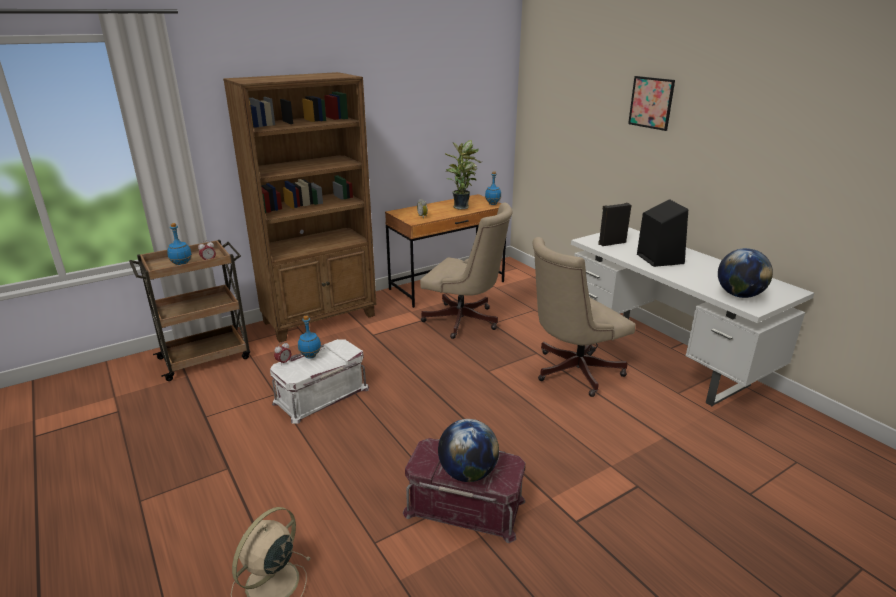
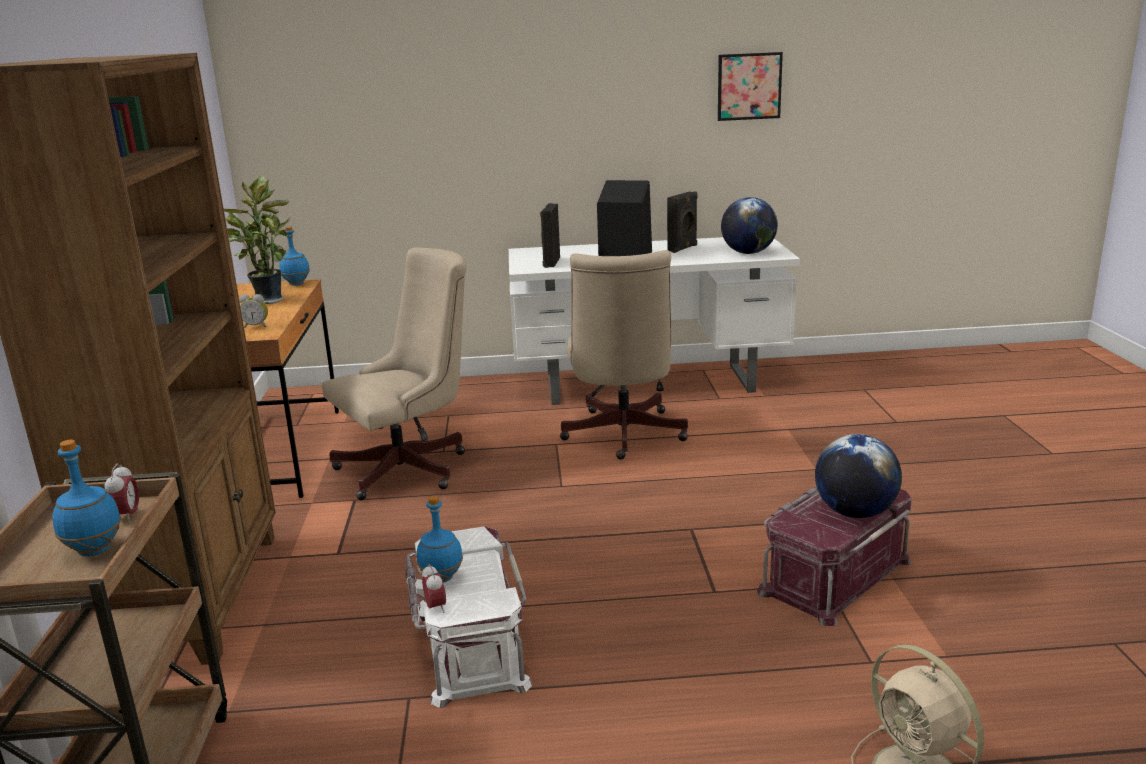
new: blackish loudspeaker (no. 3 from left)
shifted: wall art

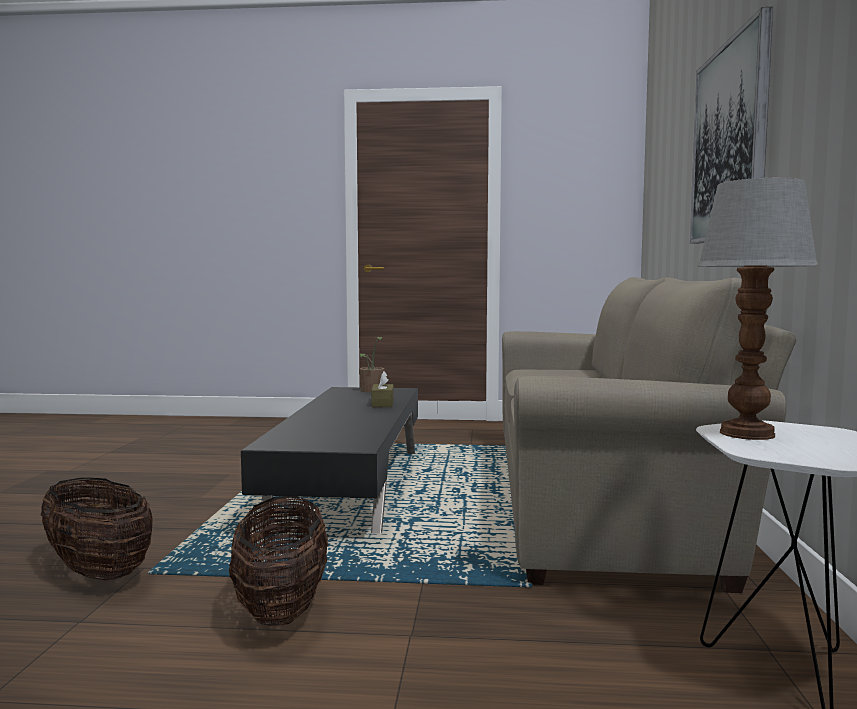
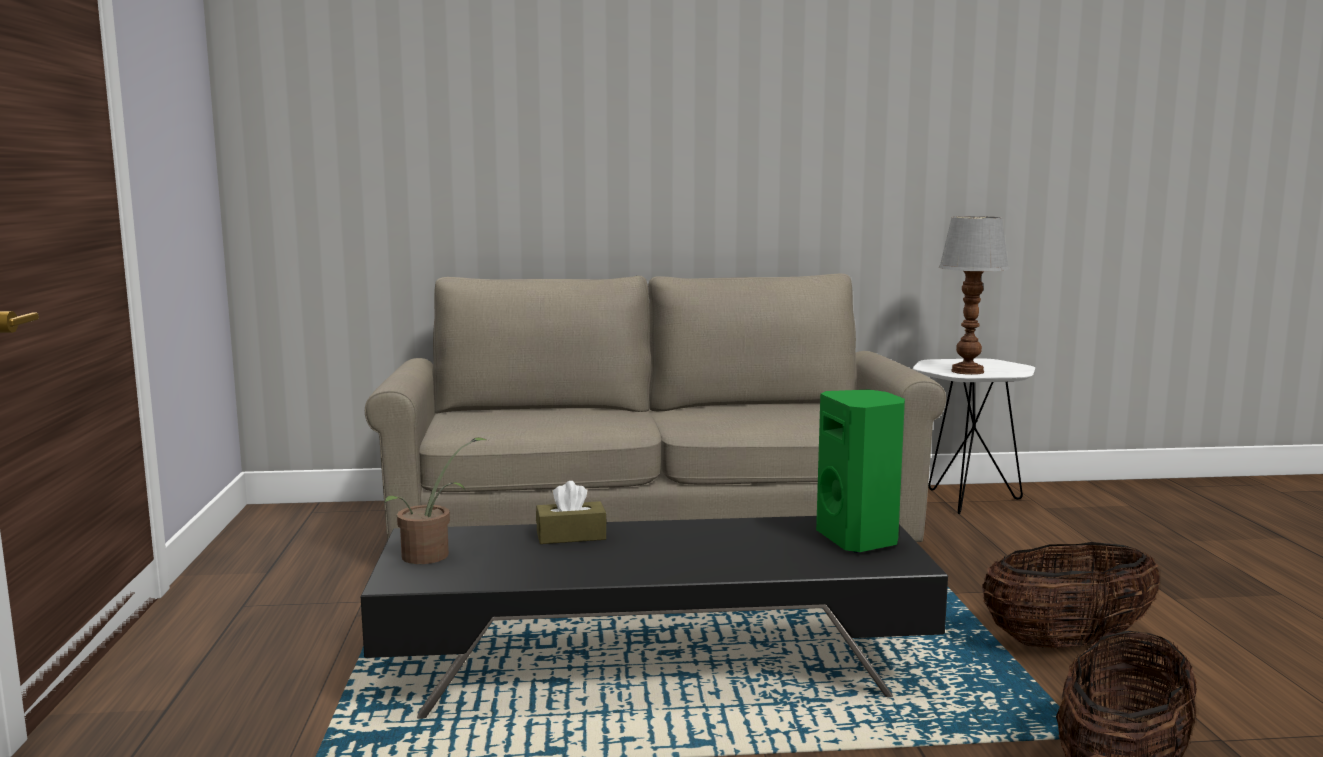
gone: wall art
new: greenish loudspeaker

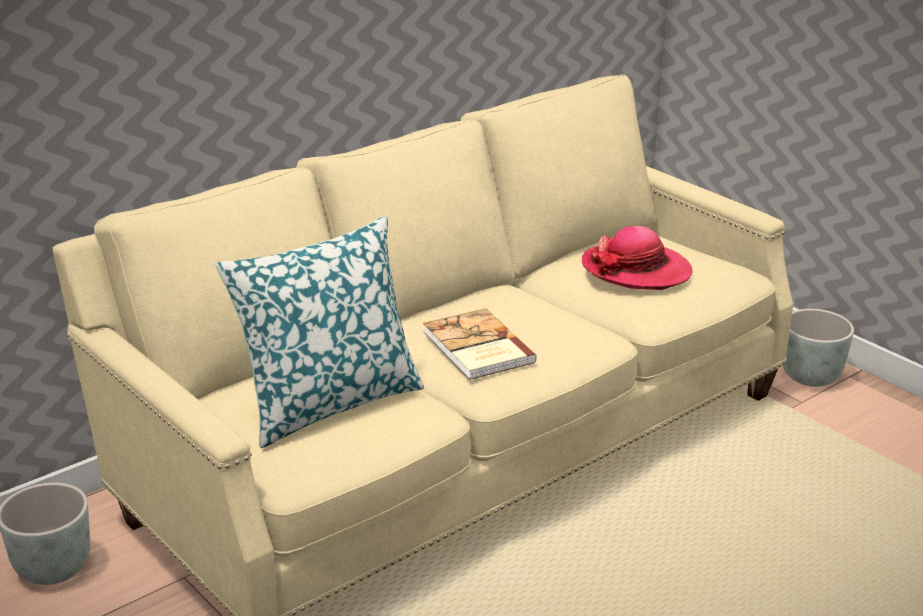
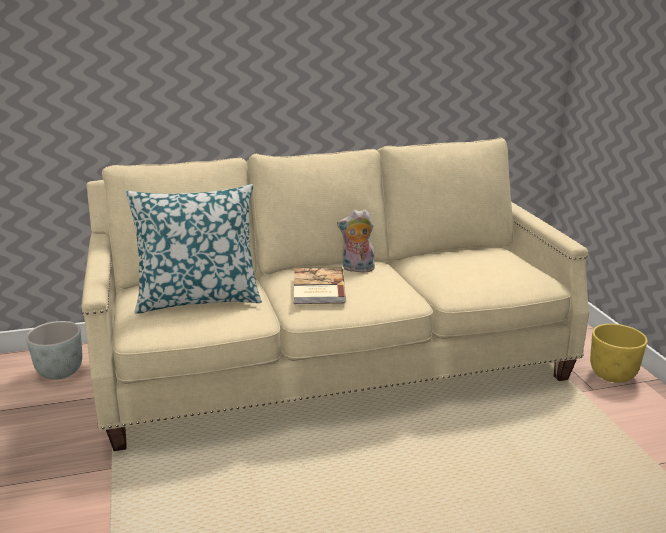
gone: hat
new: cuddly toy
repainted: gray plant pot (no. 2 from left) to yellowish plant pot

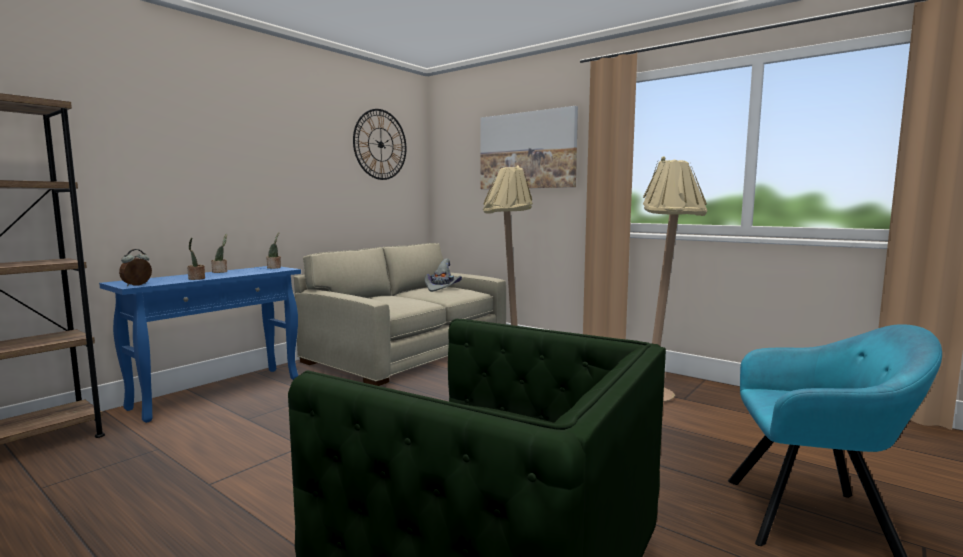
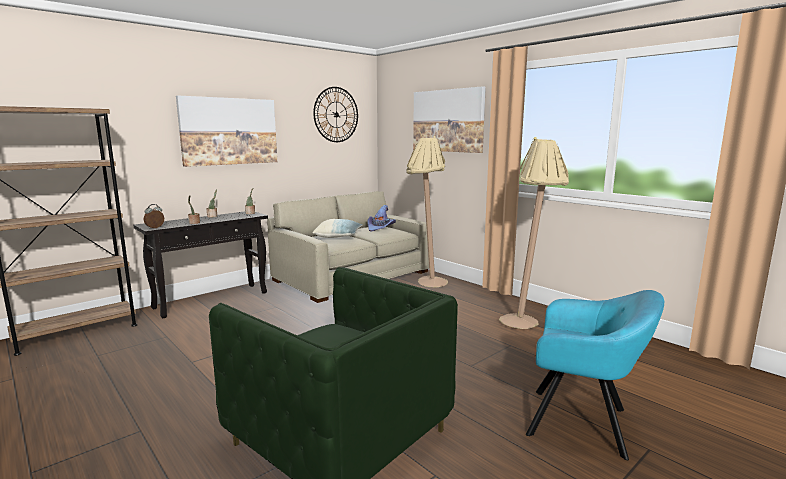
new: wall art (no. 1 from left); throw pillow
repainted: blue-coloured console table to blackish console table; gray hat to purple-coloured hat

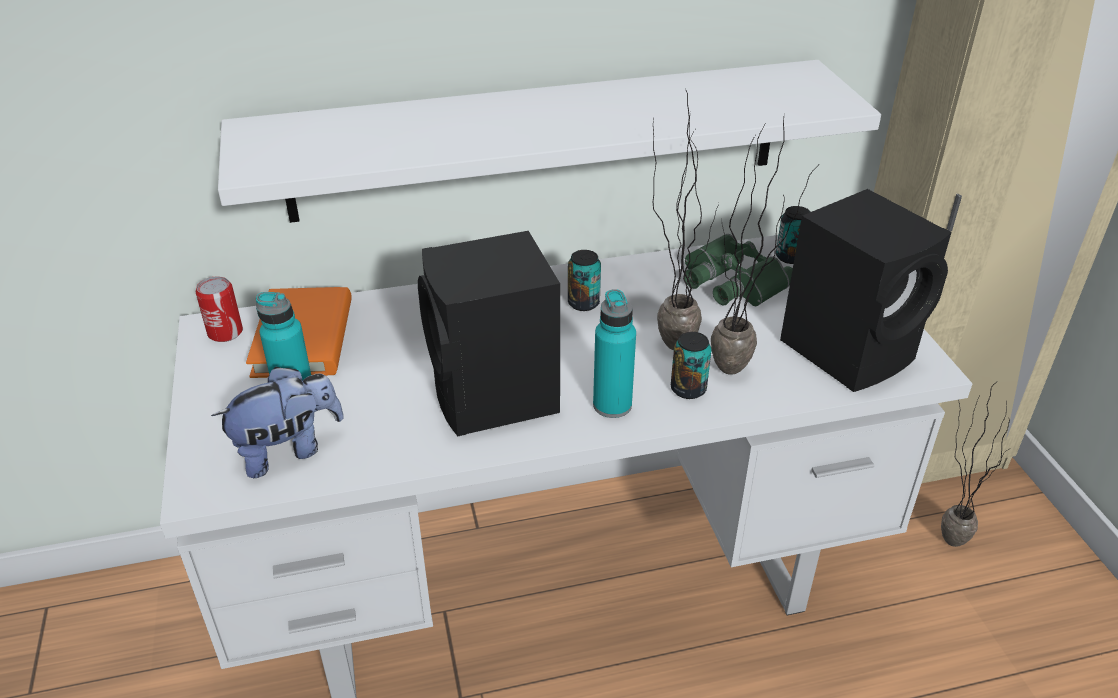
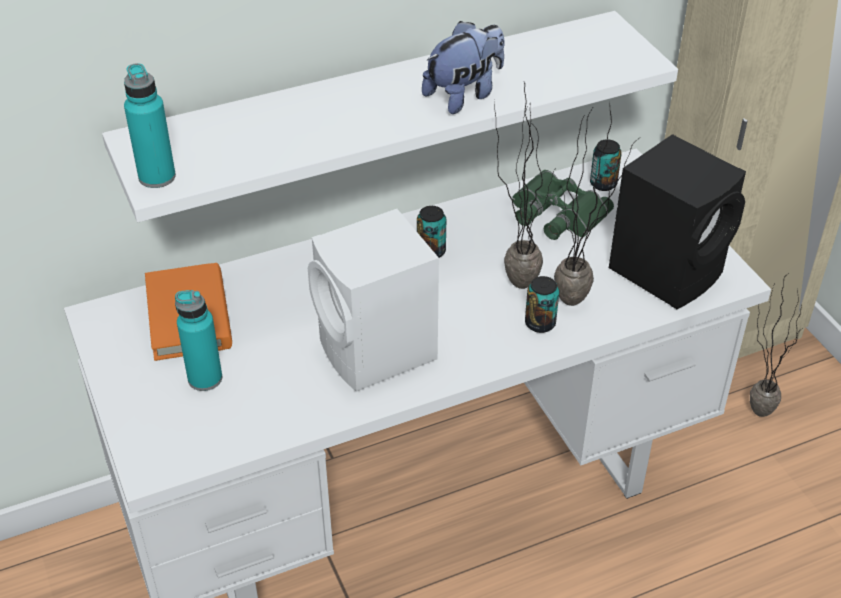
gone: sealed can (no. 1 from left)
shifted: turquoise bottle (no. 2 from left in the first image) to turquoise bottle (no. 1 from left); cuddly toy
repainted: blackish loudspeaker (no. 1 from left) to white-coloured loudspeaker

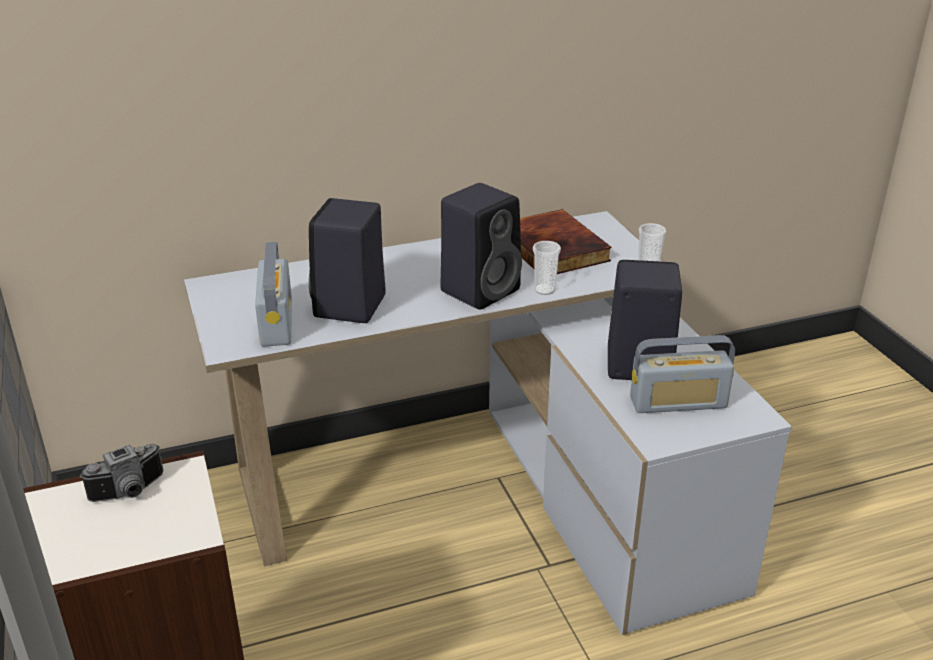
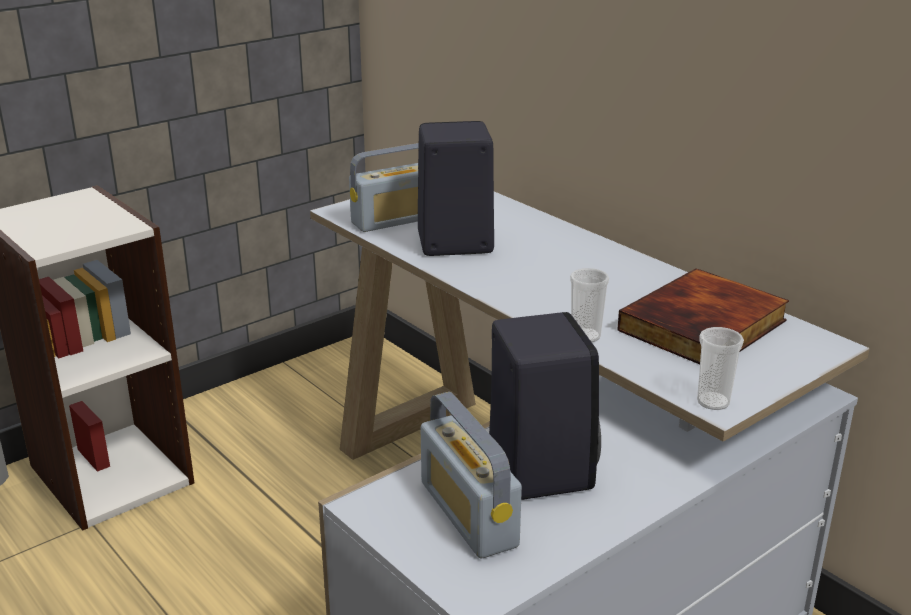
gone: still camera; blackish loudspeaker (no. 2 from left)

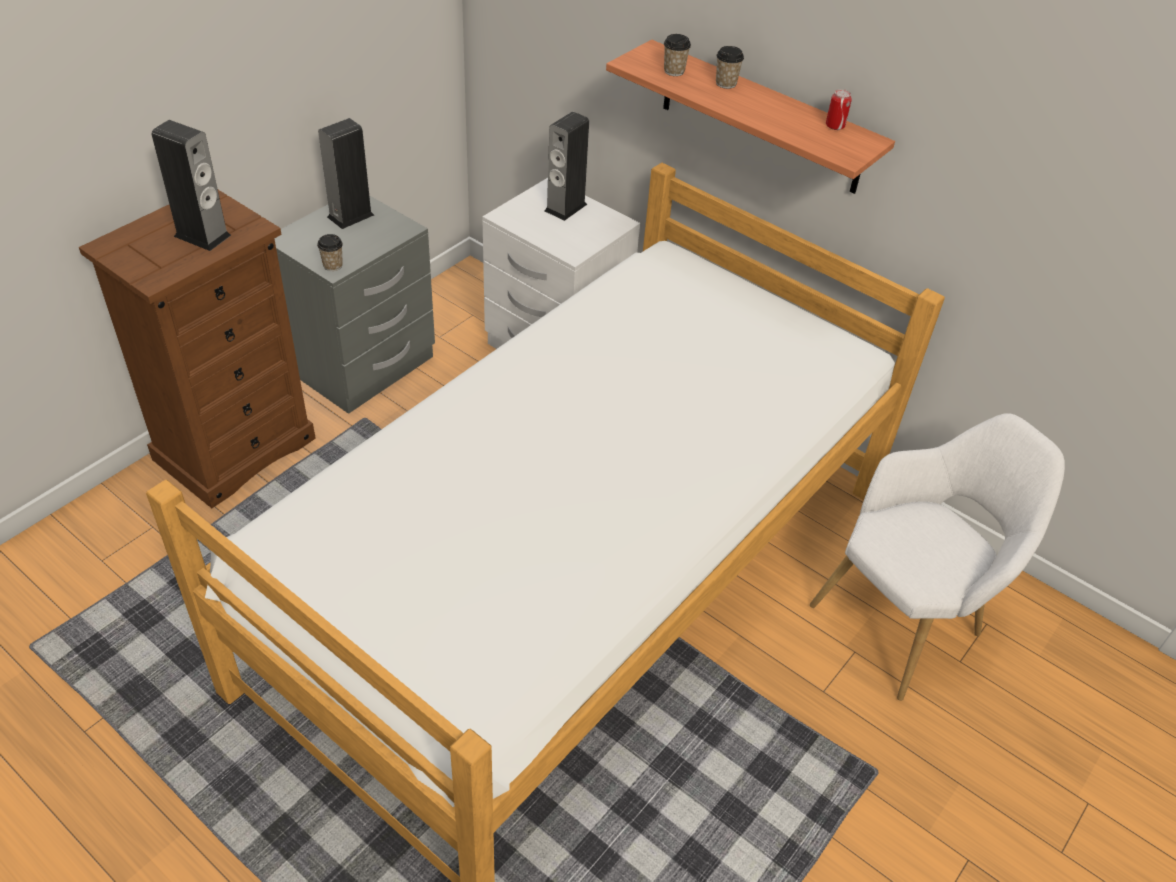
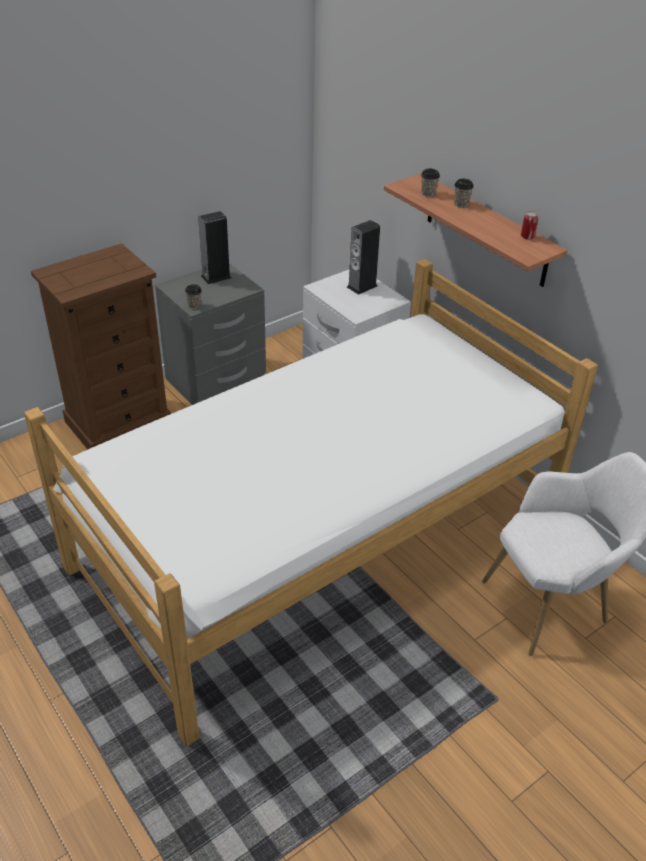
gone: loudspeaker (no. 1 from left)

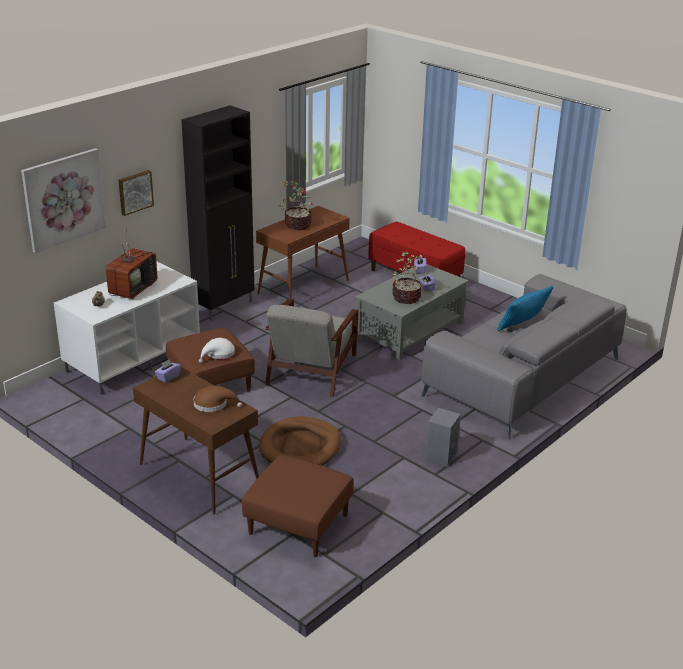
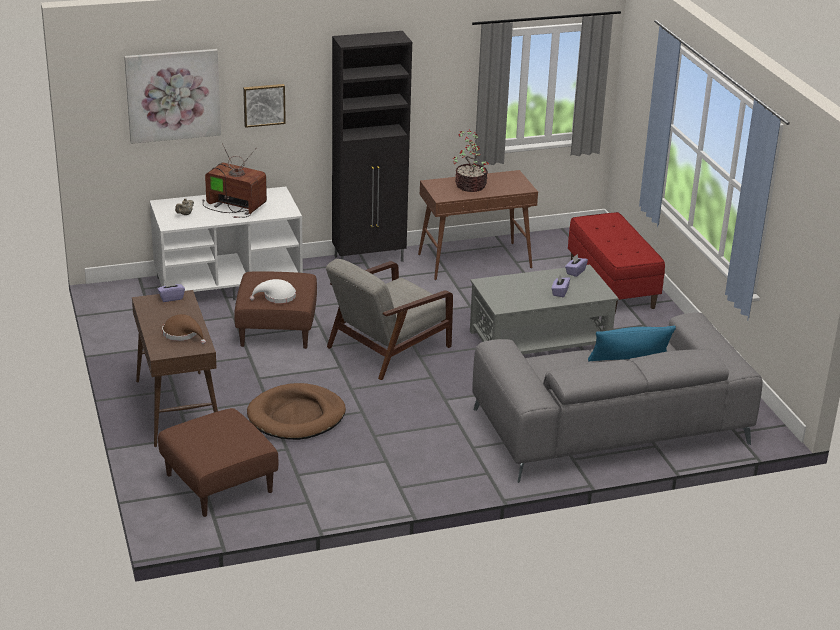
gone: potted plant (no. 2 from left); gray loudspeaker
rotated: television 120 degrees counterclockwise

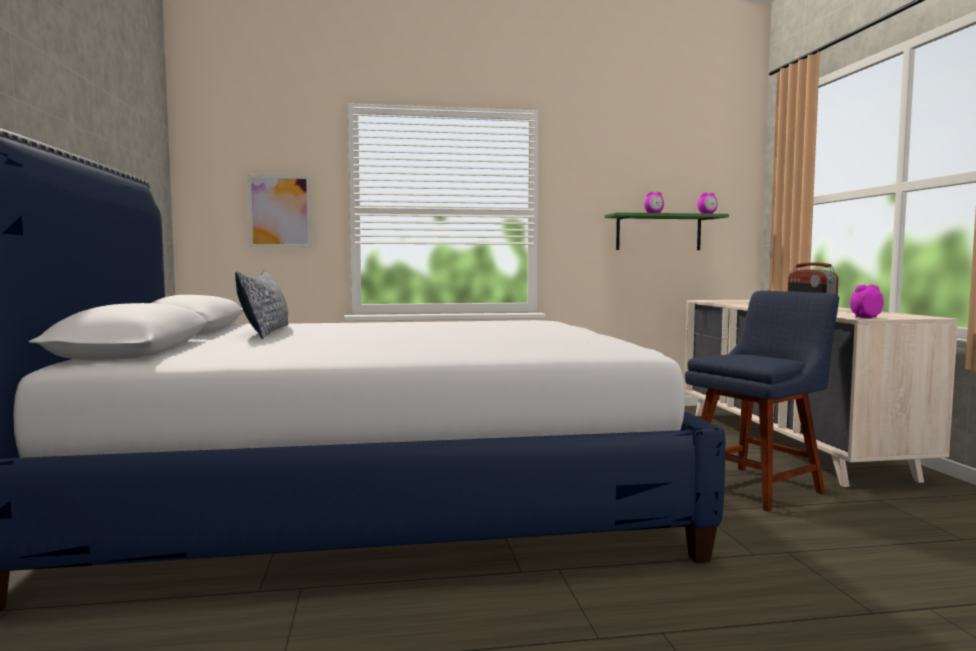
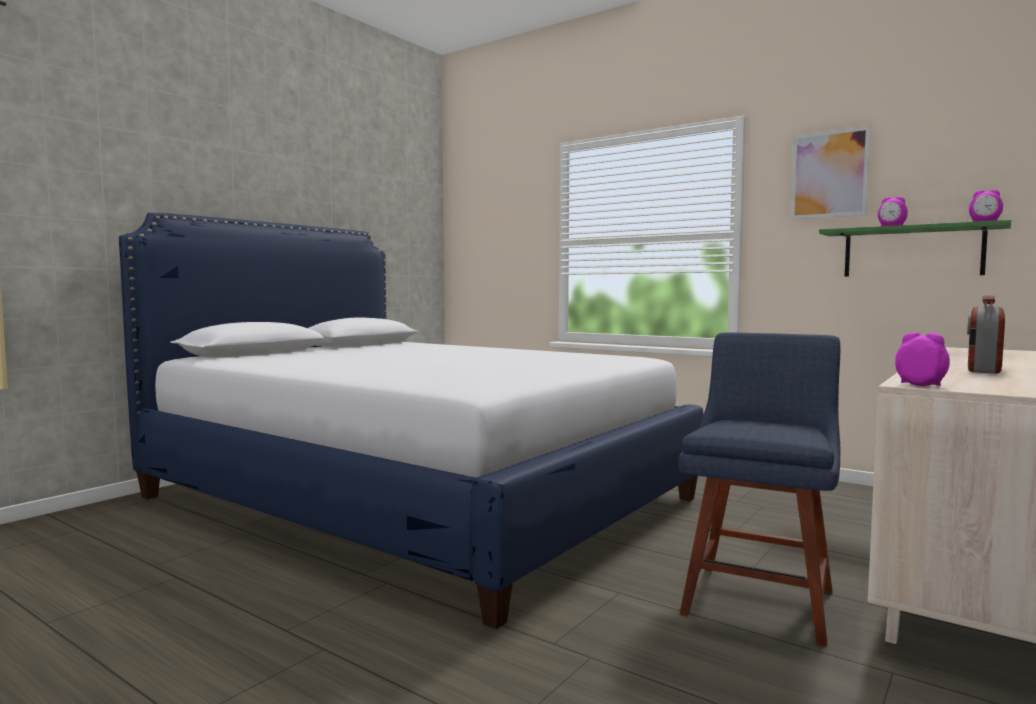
gone: throw pillow
shifted: wall art
rotated: blue-coloured upright chair 75 degrees counterclockwise

